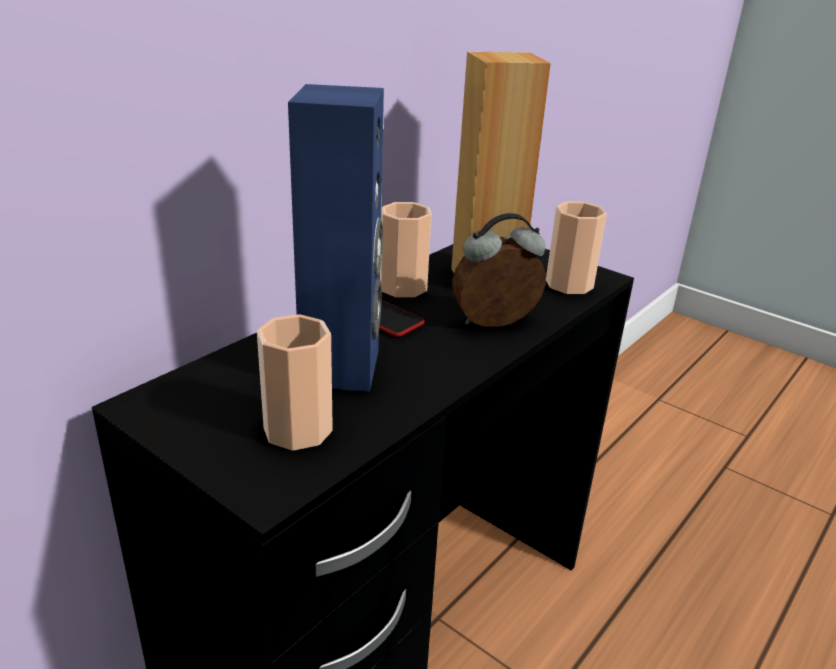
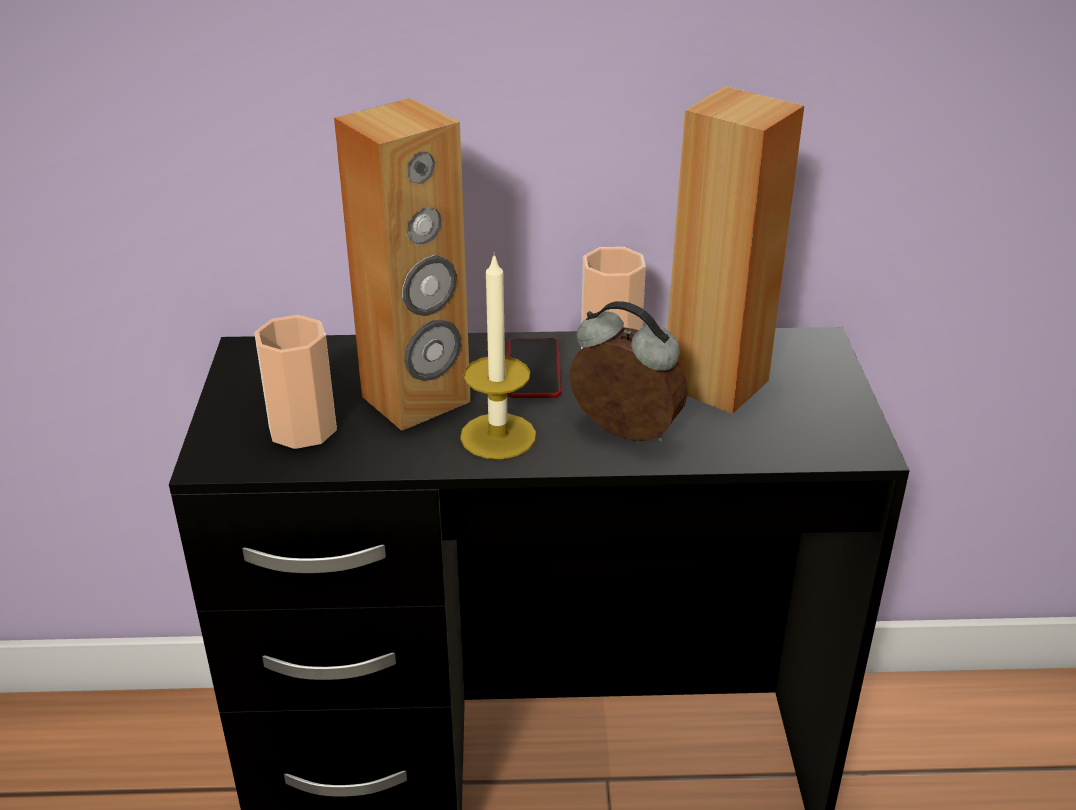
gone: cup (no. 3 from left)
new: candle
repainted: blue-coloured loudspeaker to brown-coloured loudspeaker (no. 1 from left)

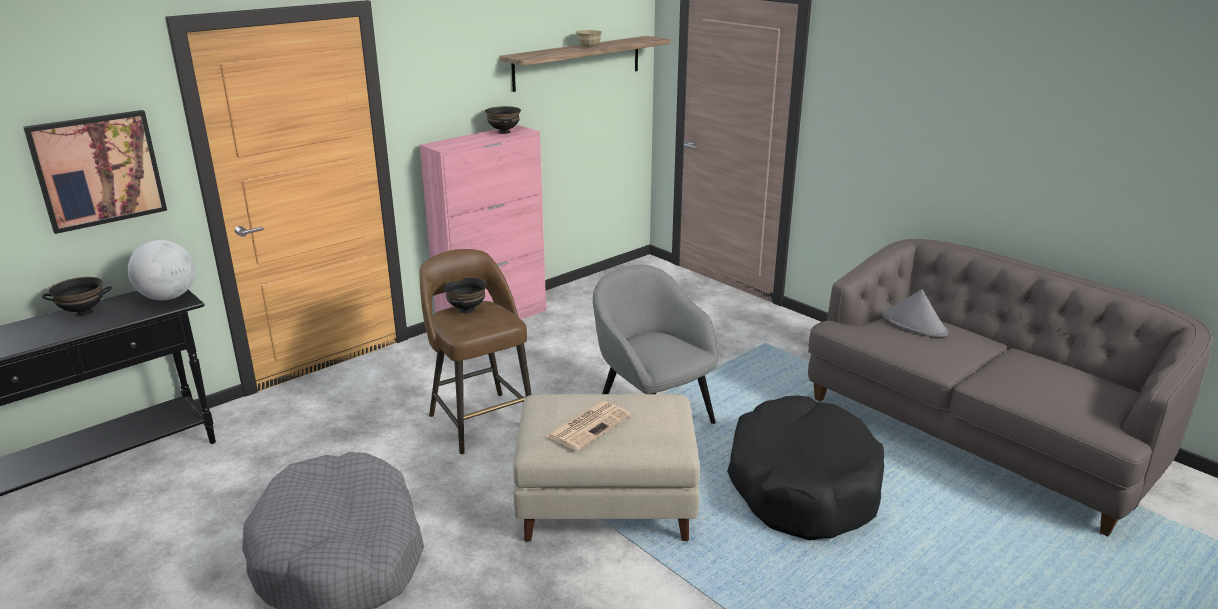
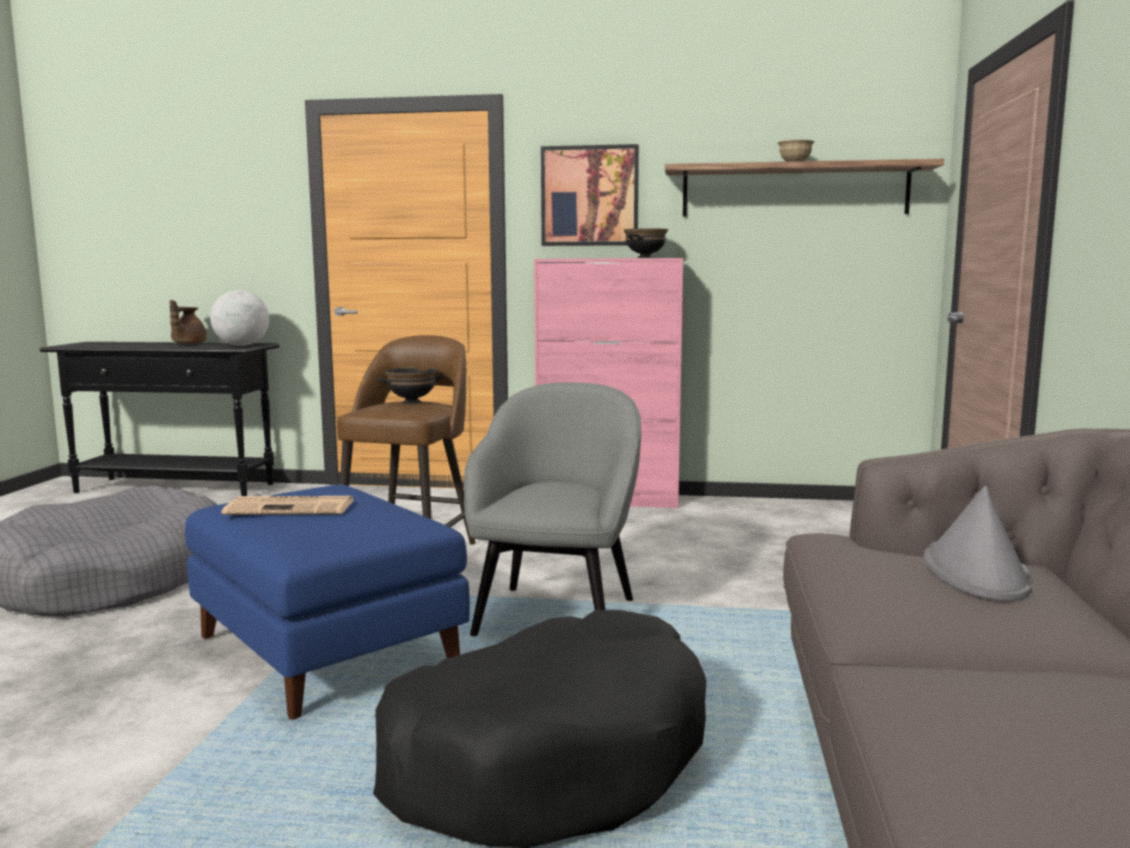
shifted: wall art
swapped: blackish serving bowl (no. 1 from left) to brown-coloured tea pot
repainted: beige footrest to blue-coloured footrest

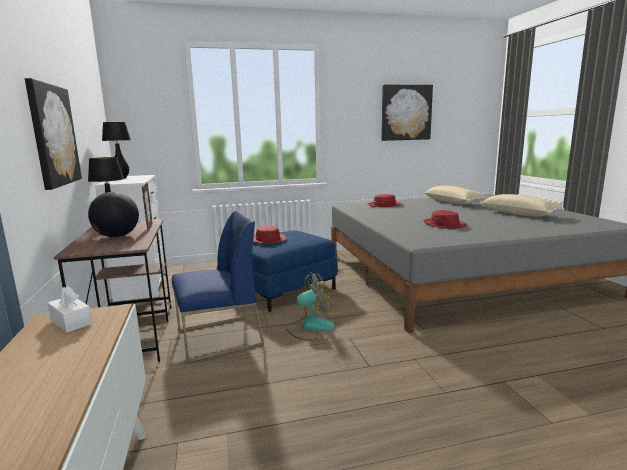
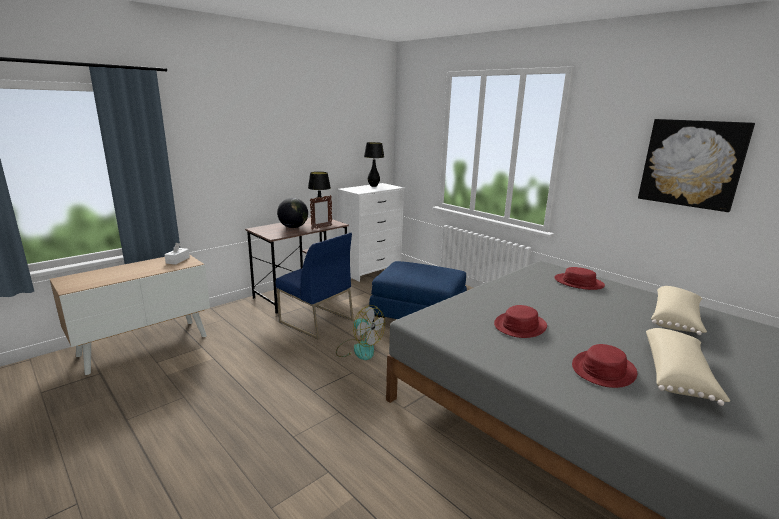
gone: wall art (no. 1 from left)
shifted: red hat (no. 1 from left in the first image) to red hat (no. 3 from left)

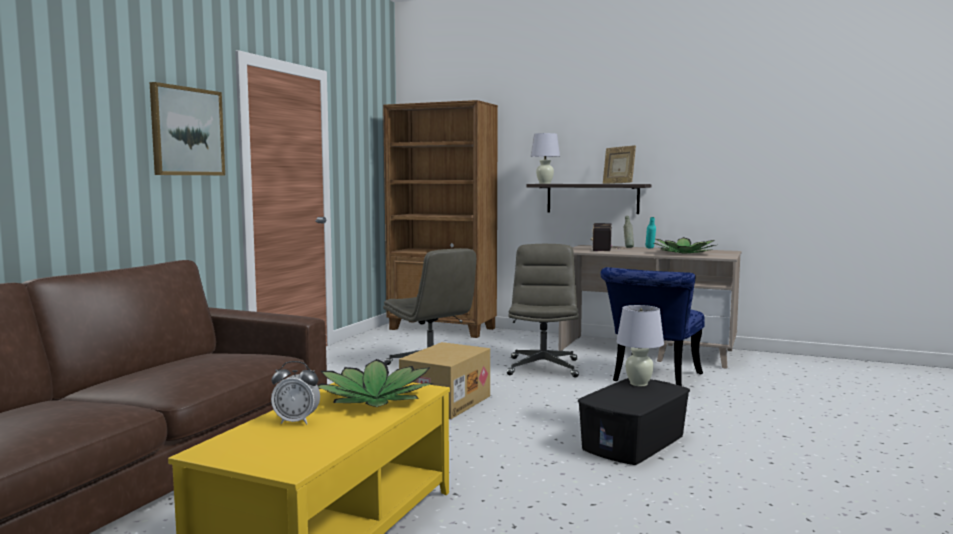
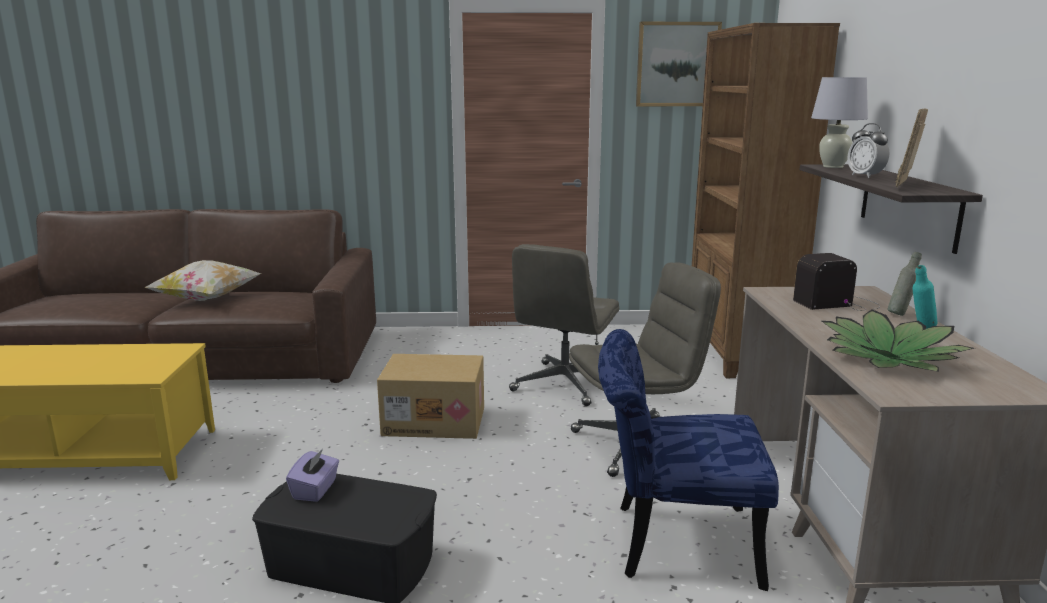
gone: potted plant (no. 1 from left); white-coloured tabletop lamp (no. 2 from left)
new: throw pillow; purple-coloured box of tissues
shifted: wall art; table clock

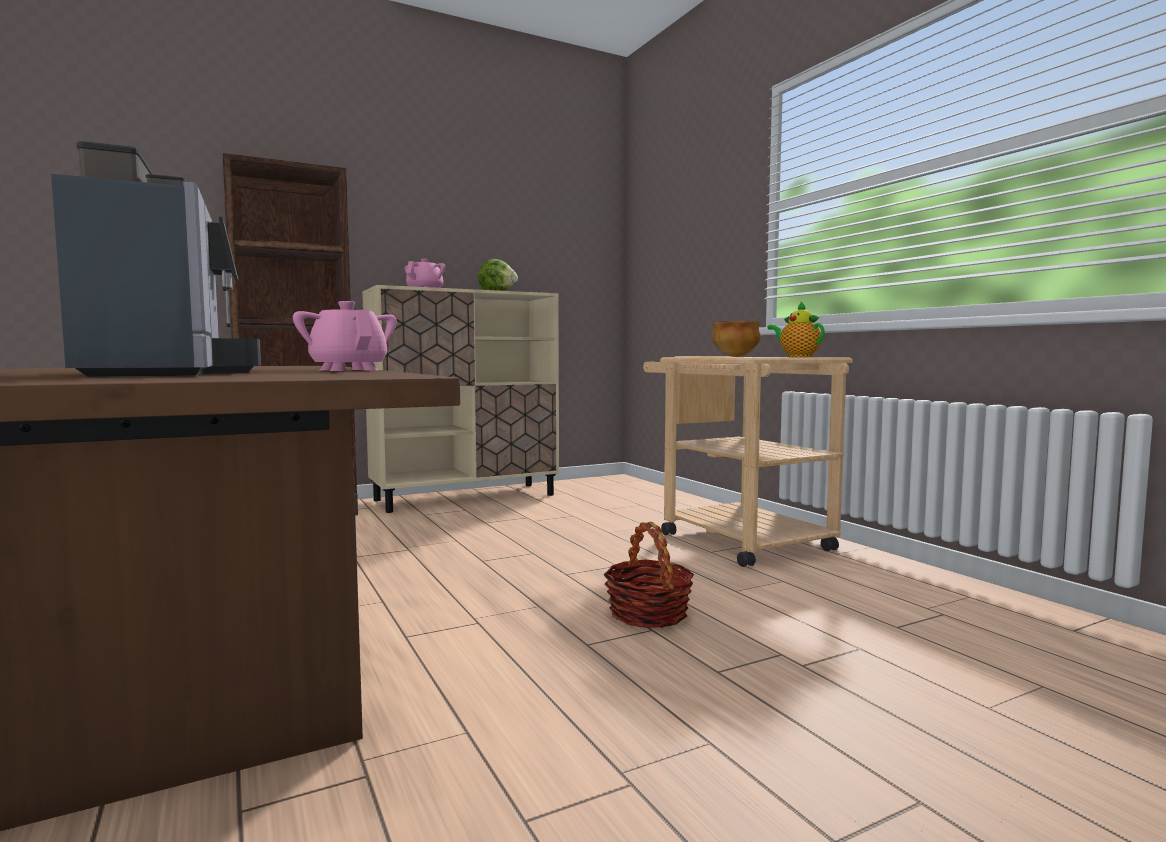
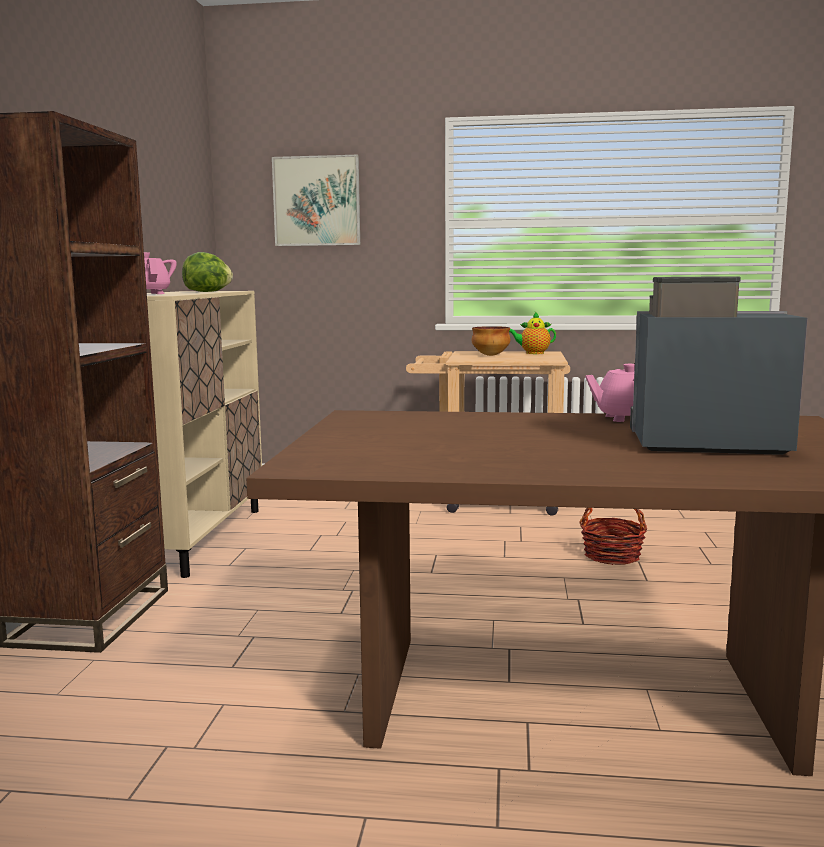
new: wall art

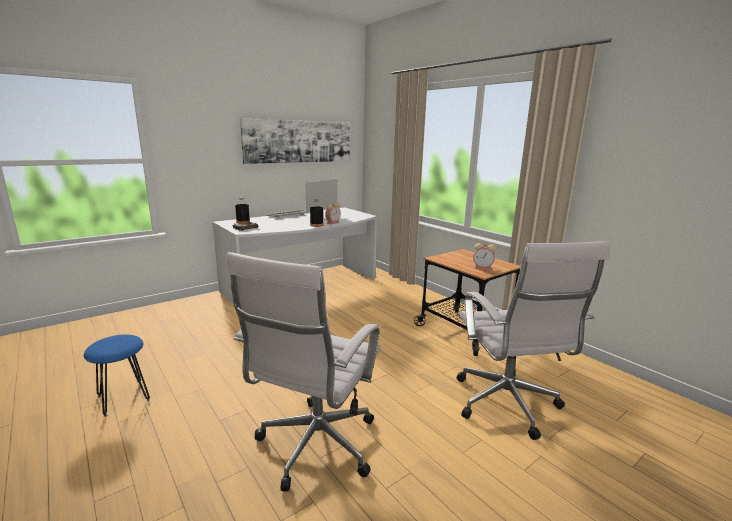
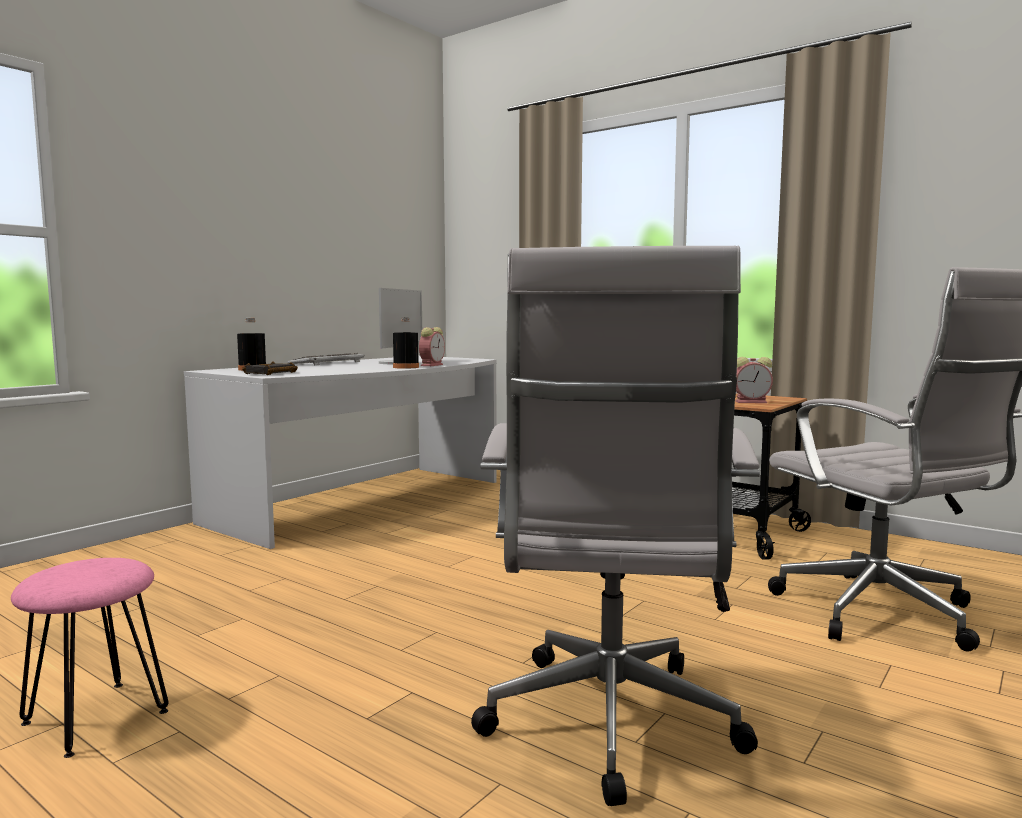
gone: wall art
repainted: blue-coloured stool seat to pinkish stool seat

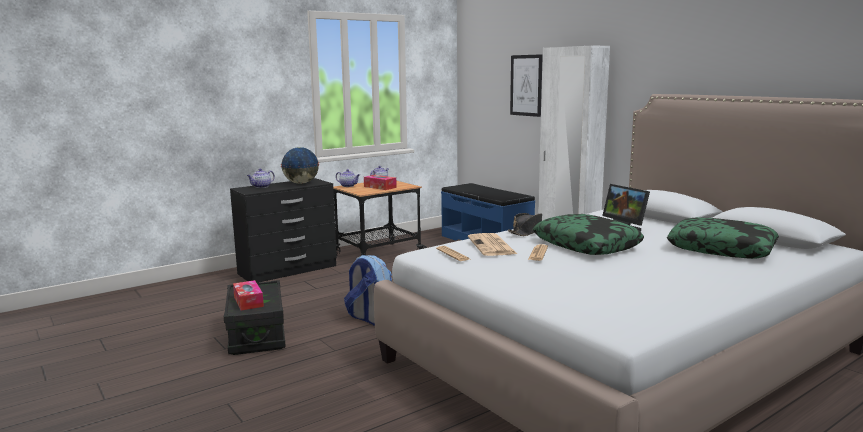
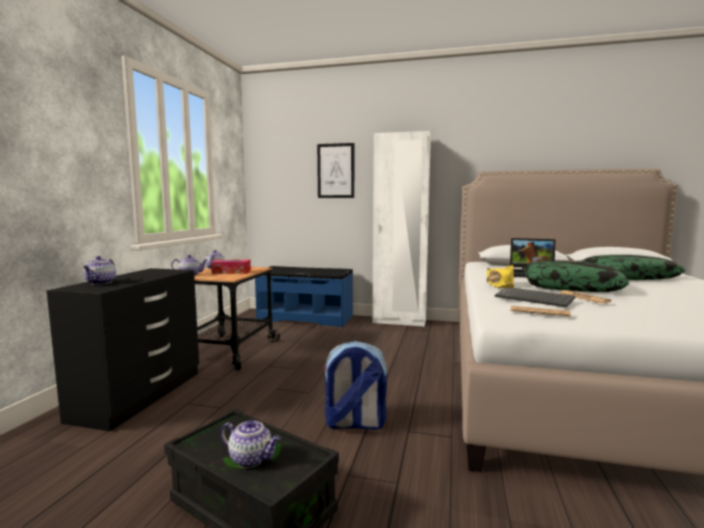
gone: desk globe
swapped: box of tissues (no. 1 from left) to tea pot (no. 4 from left); printed paper (no. 2 from left) to keyboard
repainted: blackish hat to yellowish hat

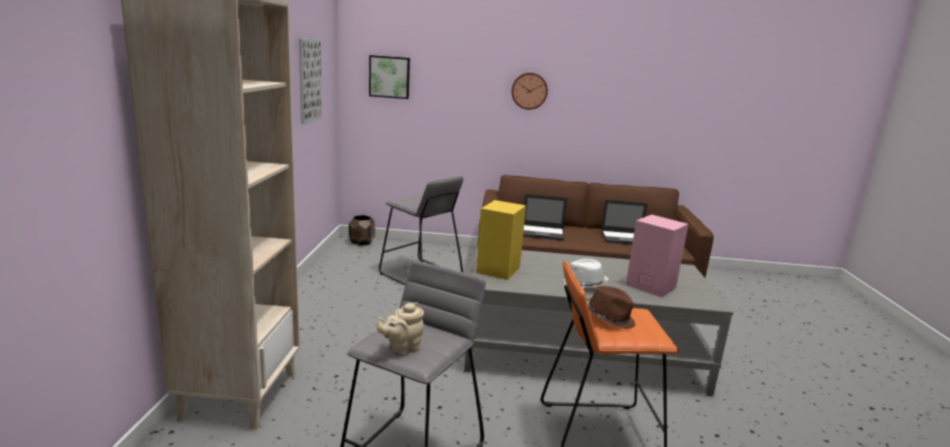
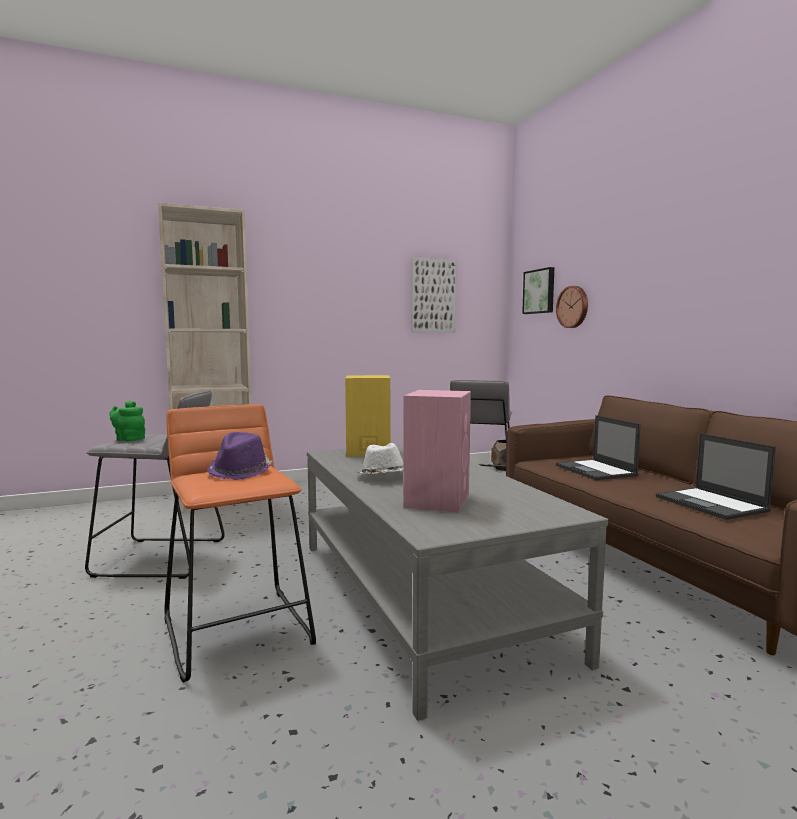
shifted: wall clock
repainted: beige tea pot to greenish tea pot; brown-coloured hat to purple-coloured hat

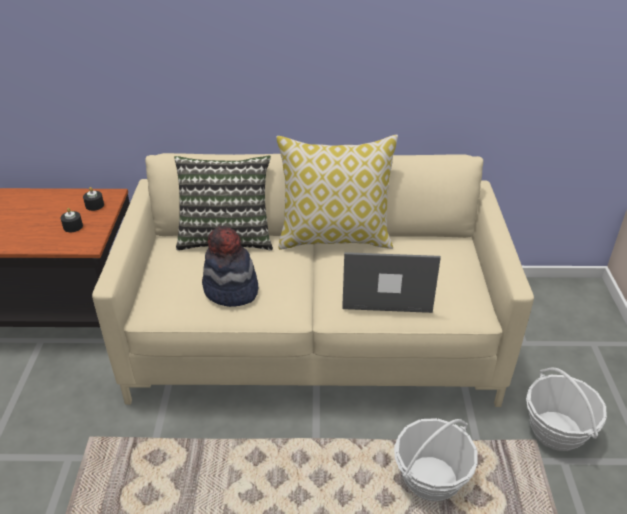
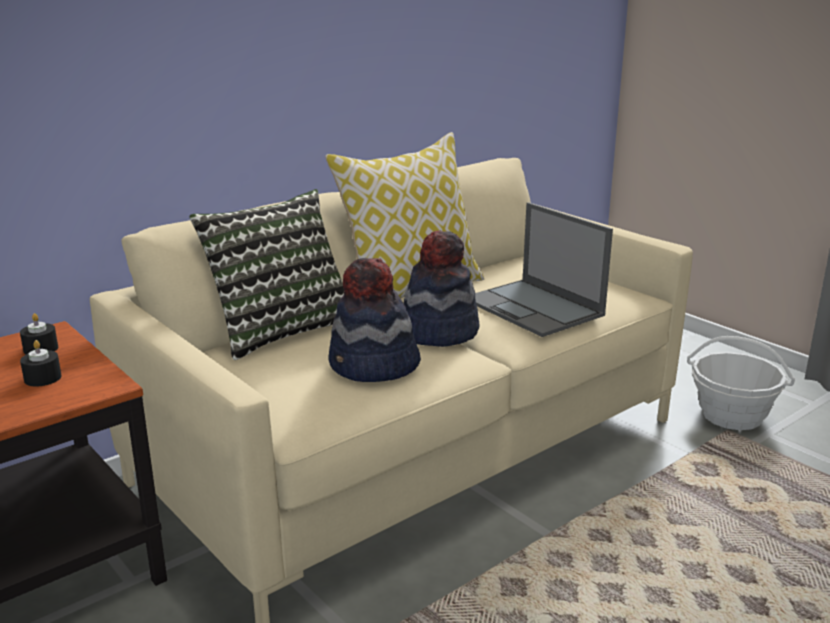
gone: basket (no. 1 from left)
new: hat (no. 2 from left)
rotated: laptop 90 degrees counterclockwise

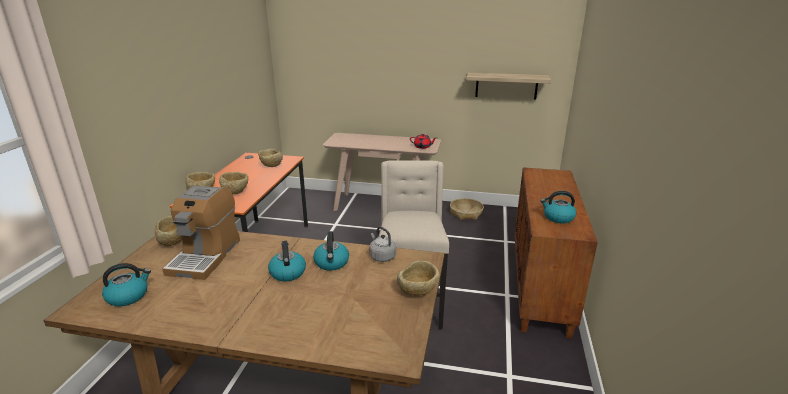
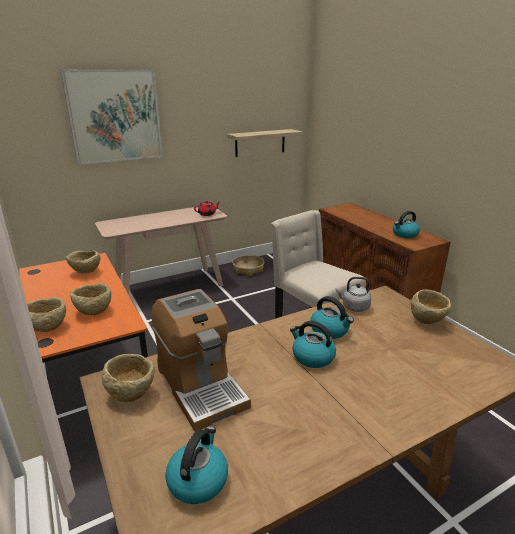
new: wall art

